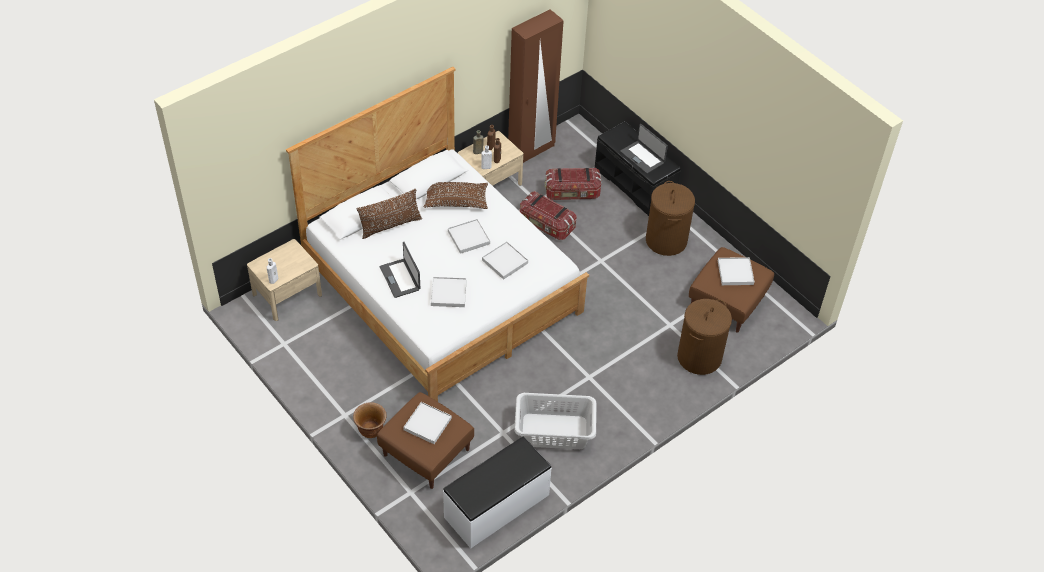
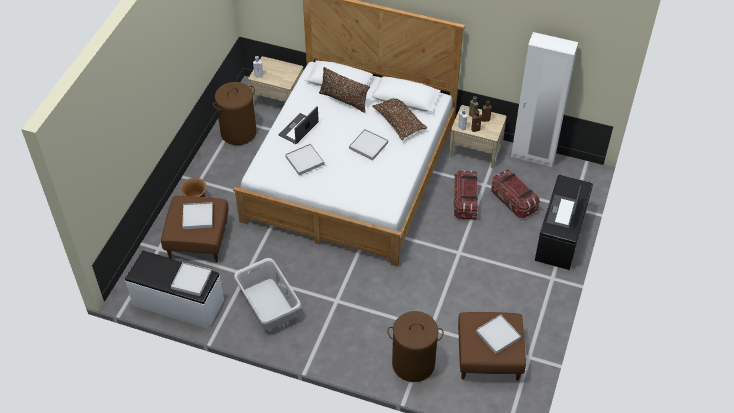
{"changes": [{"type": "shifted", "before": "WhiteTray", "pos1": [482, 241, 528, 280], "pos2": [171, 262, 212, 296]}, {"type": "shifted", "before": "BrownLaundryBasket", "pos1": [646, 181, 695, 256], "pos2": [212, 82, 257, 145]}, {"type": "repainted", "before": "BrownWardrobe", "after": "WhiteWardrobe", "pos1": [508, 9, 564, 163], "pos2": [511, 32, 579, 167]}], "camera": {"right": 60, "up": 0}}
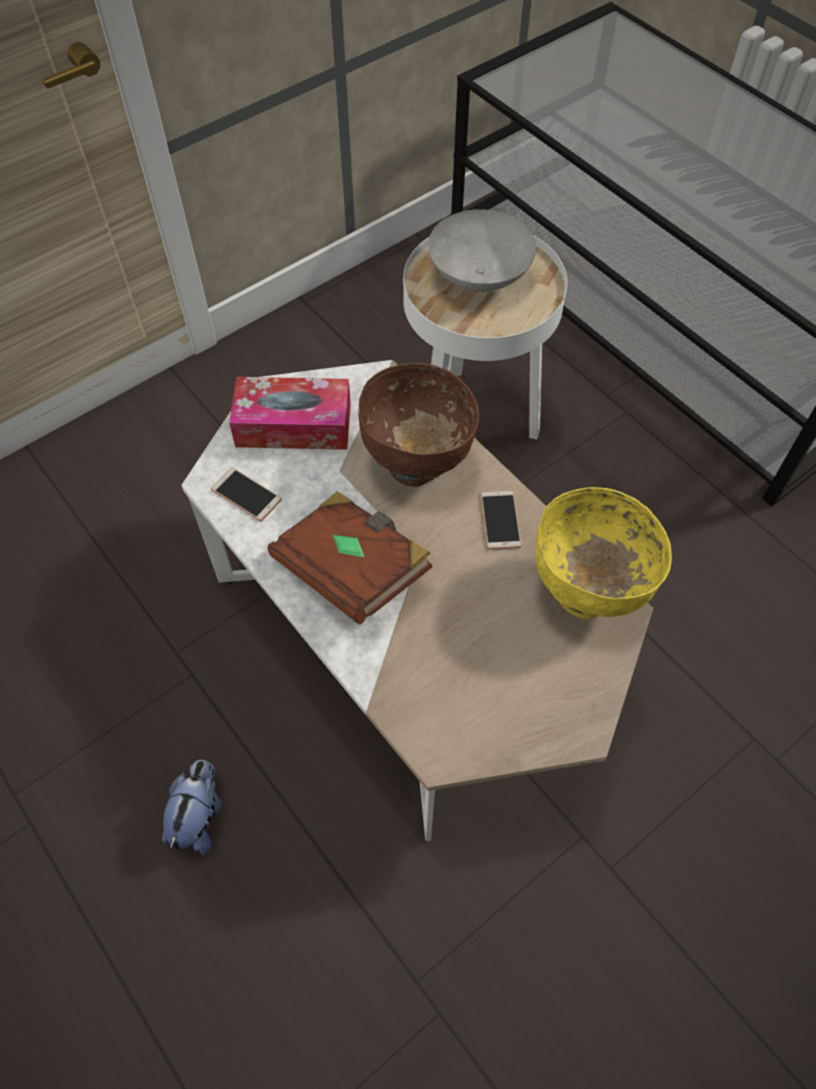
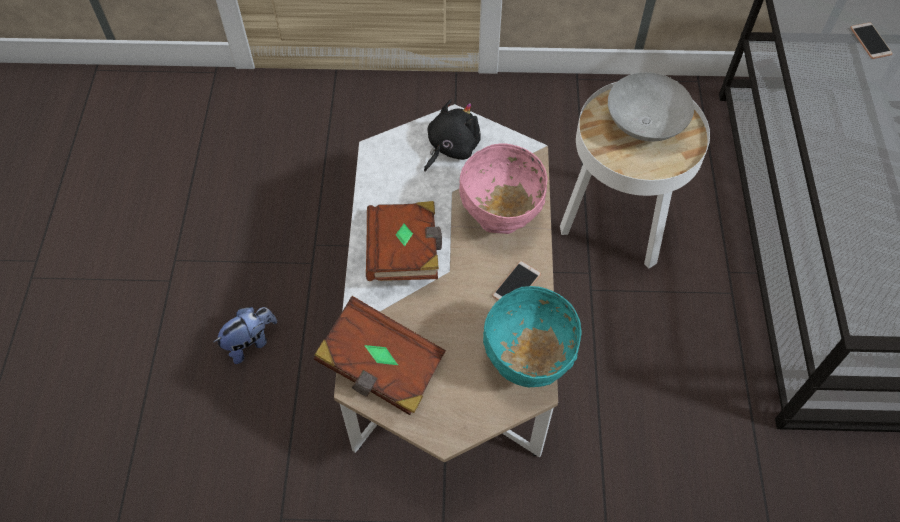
{"changes": [{"type": "new", "after": "BrownBook", "pos2": [314, 296, 446, 415]}, {"type": "shifted", "before": "Phone", "pos1": [211, 468, 282, 521], "pos2": [850, 22, 892, 59]}, {"type": "swapped", "before": "TissueBox", "after": "BlackPlushToy", "pos1": [229, 377, 351, 450], "pos2": [424, 99, 481, 172]}, {"type": "repainted", "before": "BrownBowl", "after": "PinkBowl", "pos1": [359, 363, 479, 487], "pos2": [459, 143, 547, 234]}, {"type": "repainted", "before": "YellowBowl", "after": "TurquoiseBowl", "pos1": [536, 487, 672, 619], "pos2": [483, 286, 581, 387]}], "camera": {"right": 40, "up": 0}}
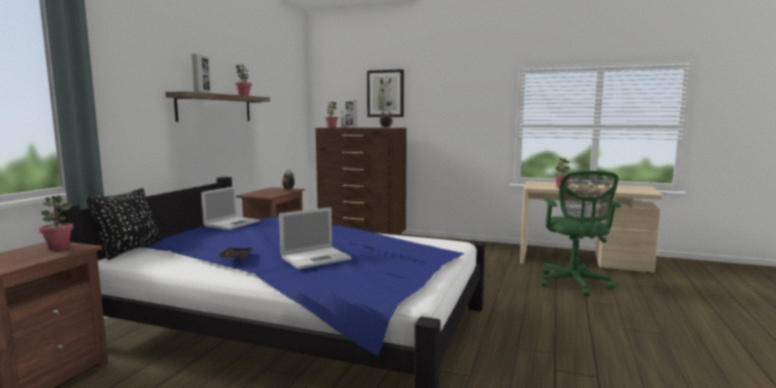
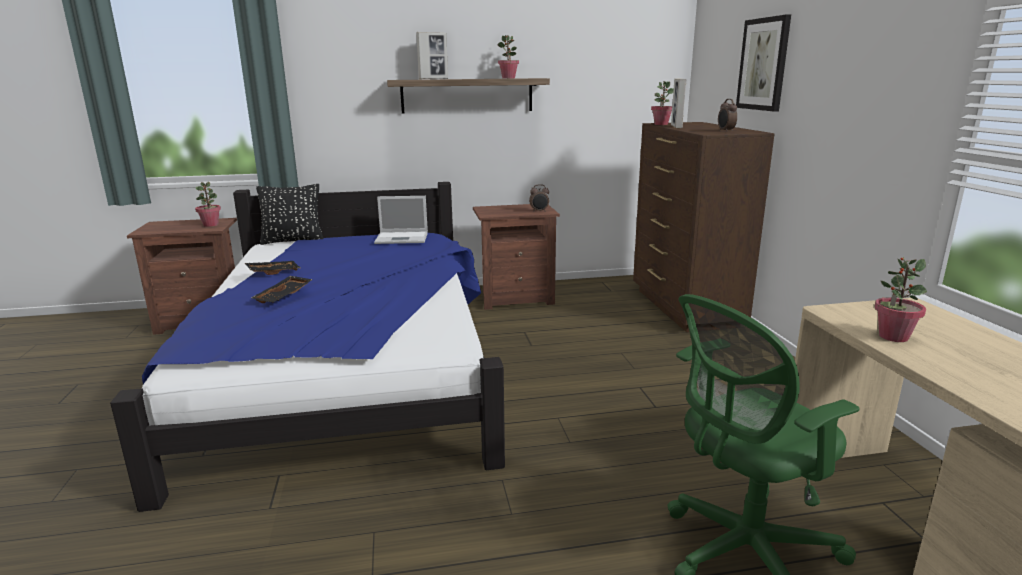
{"changes": [{"type": "swapped", "before": "Laptop", "after": "BlackTray", "pos1": [279, 207, 352, 269], "pos2": [252, 276, 313, 303]}], "camera": {"right": 60, "up": 10}}
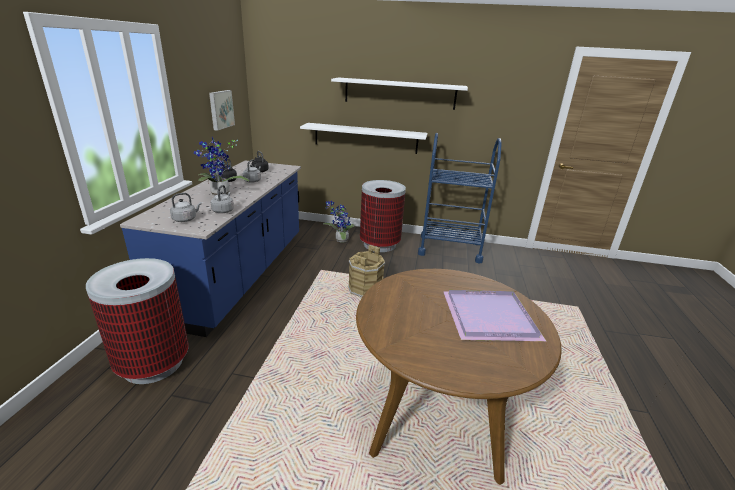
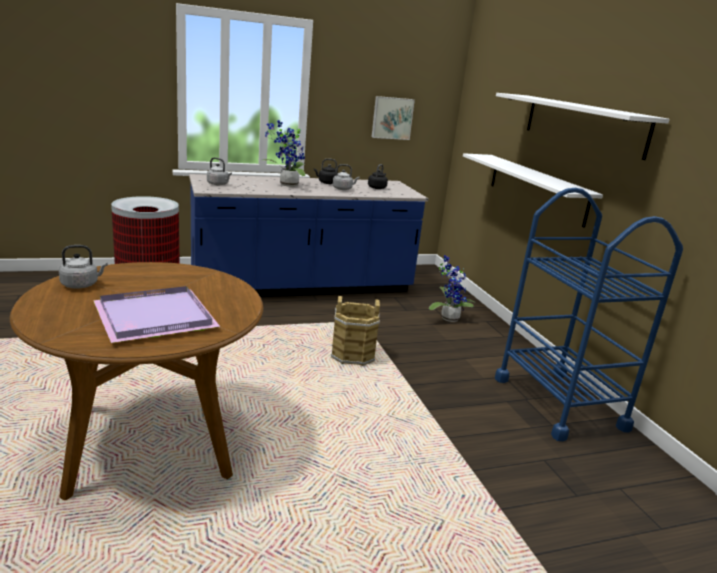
{"changes": [{"type": "gone", "before": "TrashCan", "pos1": [360, 180, 406, 252]}, {"type": "shifted", "before": "GreyKettle", "pos1": [211, 185, 234, 213], "pos2": [59, 245, 108, 289]}], "camera": {"right": 60, "up": -5}}
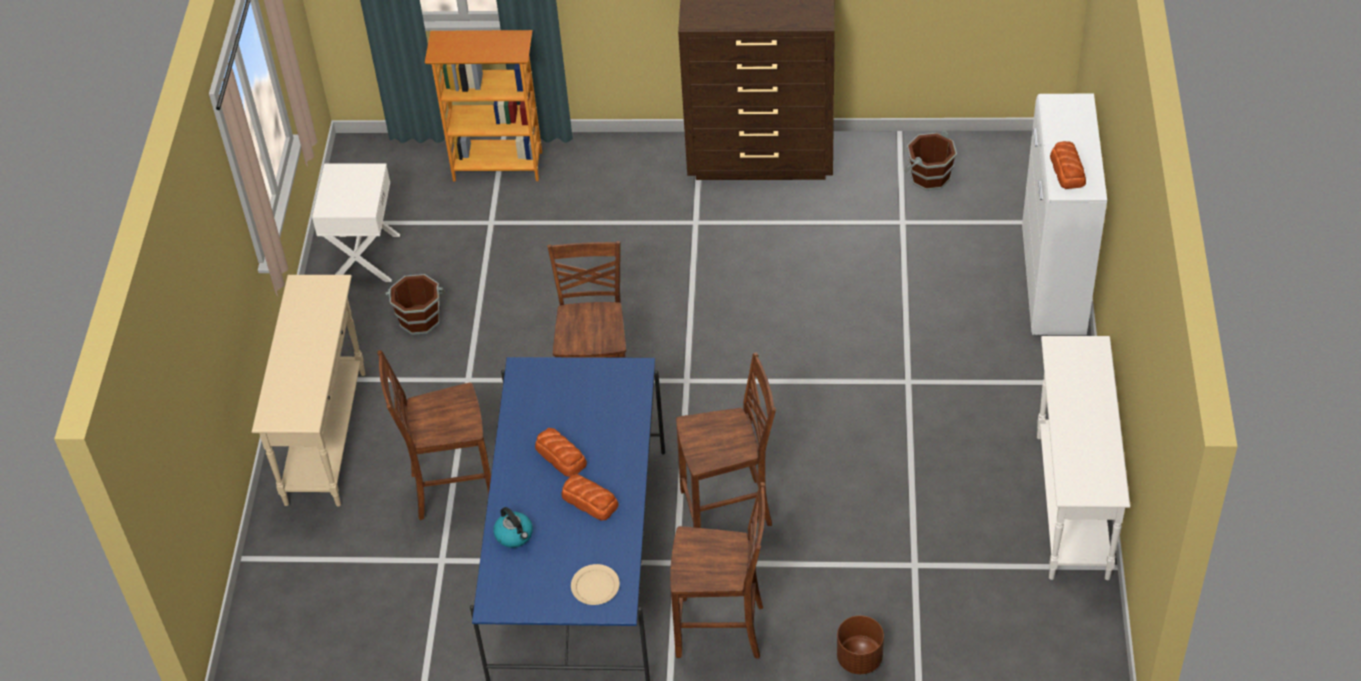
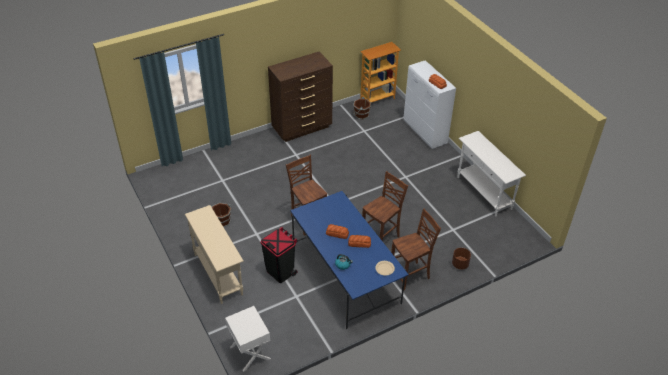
{"changes": [{"type": "shifted", "before": "WhiteNightstand", "pos1": [312, 163, 400, 282], "pos2": [225, 306, 271, 372]}, {"type": "shifted", "before": "Bookcase", "pos1": [425, 30, 542, 181], "pos2": [360, 42, 401, 103]}, {"type": "swapped", "before": "BrownChair", "after": "BlackTrashCan", "pos1": [378, 350, 491, 520], "pos2": [260, 227, 297, 283]}], "camera": {"right": -35, "up": -5}}
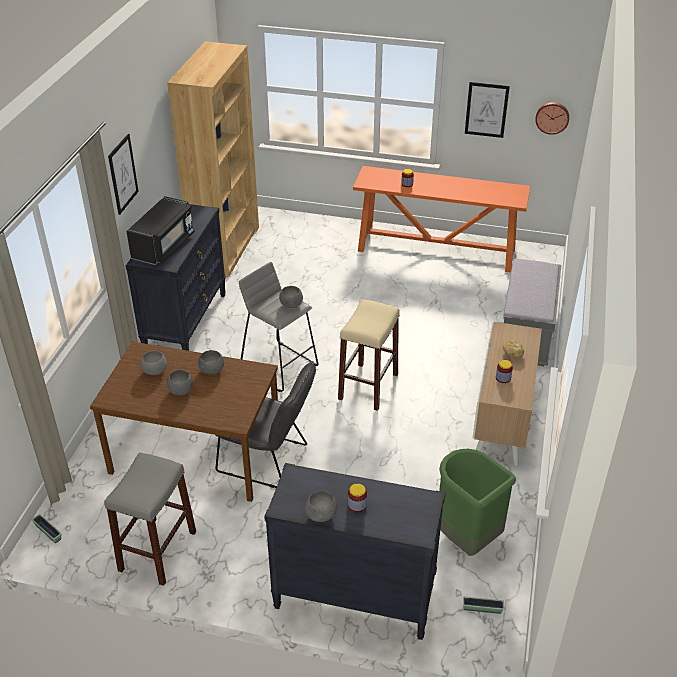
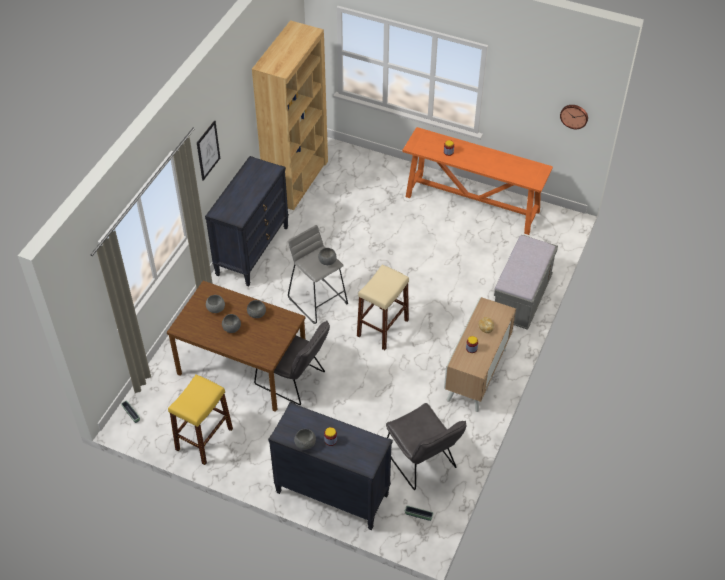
{"changes": [{"type": "gone", "before": "BlackMicrowave", "pos1": [126, 196, 195, 265]}, {"type": "gone", "before": "Picture", "pos1": [465, 82, 510, 138]}, {"type": "swapped", "before": "GreenTrashCan", "after": "GreyChair", "pos1": [439, 449, 516, 556], "pos2": [386, 403, 467, 490]}, {"type": "repainted", "before": "GreyStool", "after": "YellowStool", "pos1": [104, 452, 196, 586], "pos2": [168, 374, 233, 465]}], "camera": {"right": 10, "up": 10}}
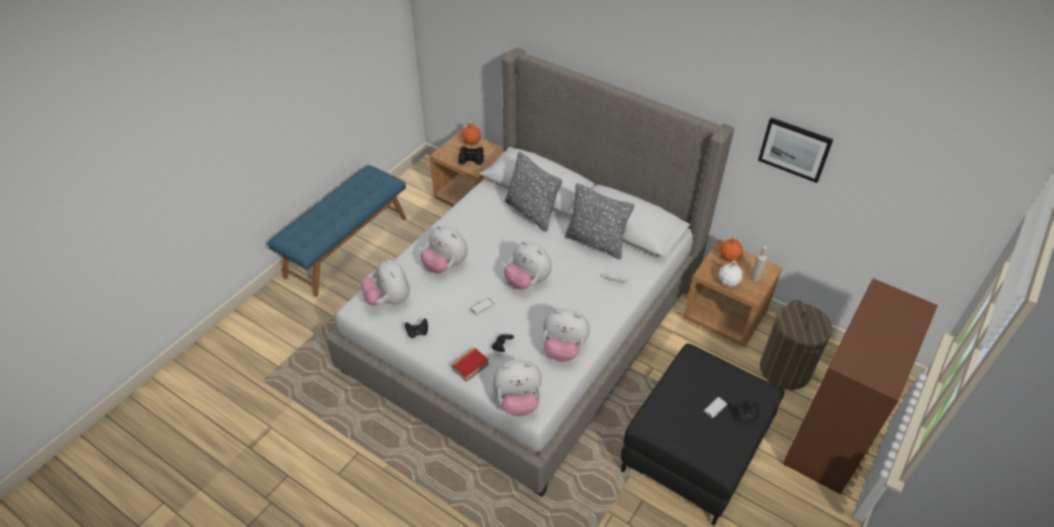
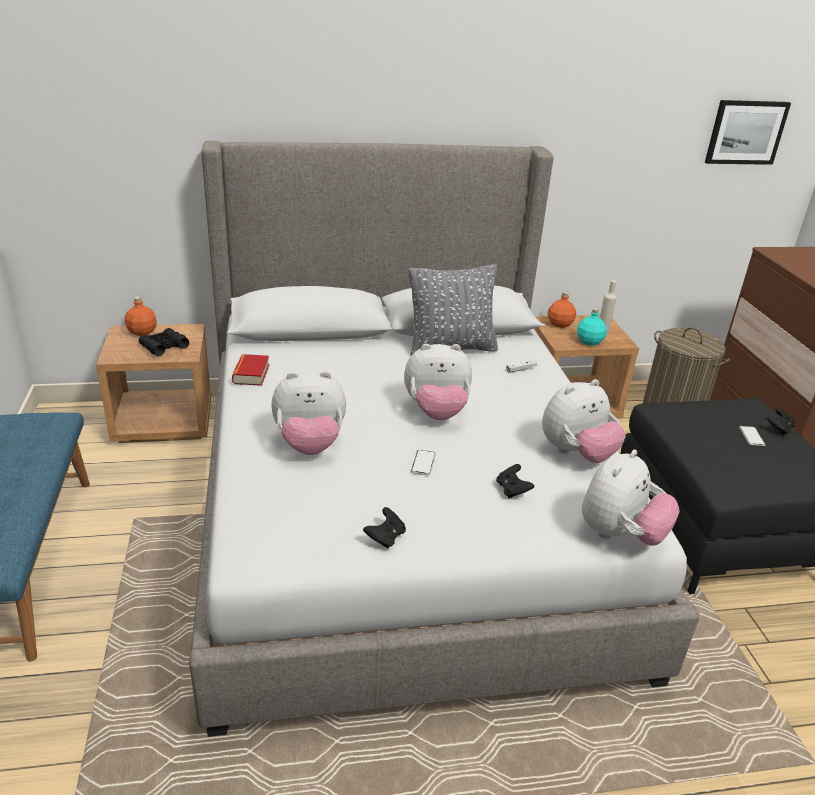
{"changes": [{"type": "gone", "before": "PlushToy", "pos1": [361, 259, 410, 305]}, {"type": "gone", "before": "GreyPillow", "pos1": [505, 152, 562, 232]}, {"type": "shifted", "before": "Book", "pos1": [452, 348, 489, 382], "pos2": [232, 354, 269, 386]}, {"type": "shifted", "before": "Picture", "pos1": [758, 117, 833, 183], "pos2": [705, 100, 791, 165]}, {"type": "repainted", "before": "WhiteBottle", "after": "TurquoiseBottle", "pos1": [719, 260, 742, 287], "pos2": [577, 308, 607, 346]}], "camera": {"right": -45, "up": -15}}
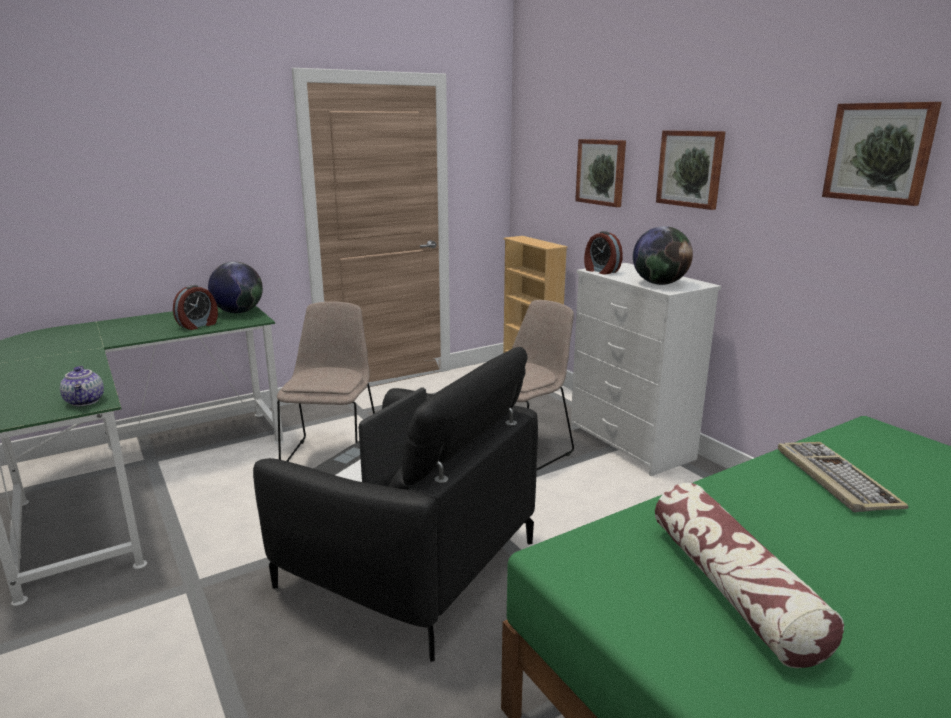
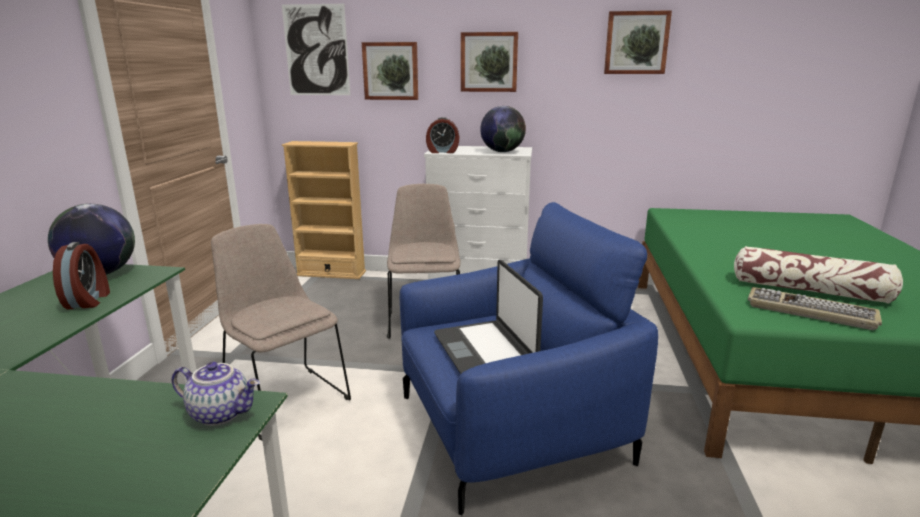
{"changes": [{"type": "new", "after": "Picture", "pos2": [282, 4, 350, 95]}, {"type": "shifted", "before": "Keyboard", "pos1": [778, 442, 908, 512], "pos2": [748, 287, 882, 330]}, {"type": "repainted", "before": "BlackArmchair", "after": "BlueArmchair", "pos1": [253, 347, 538, 662], "pos2": [400, 202, 658, 516]}], "camera": {"right": -50, "up": 0}}
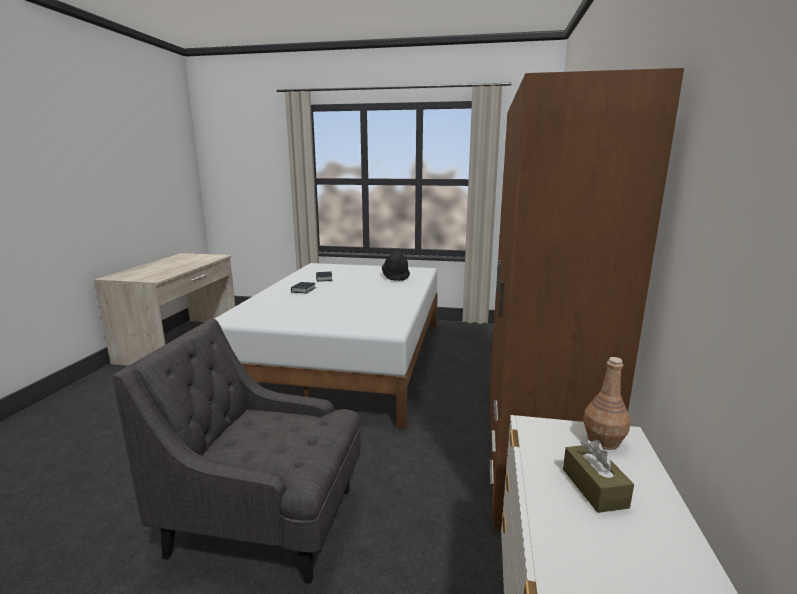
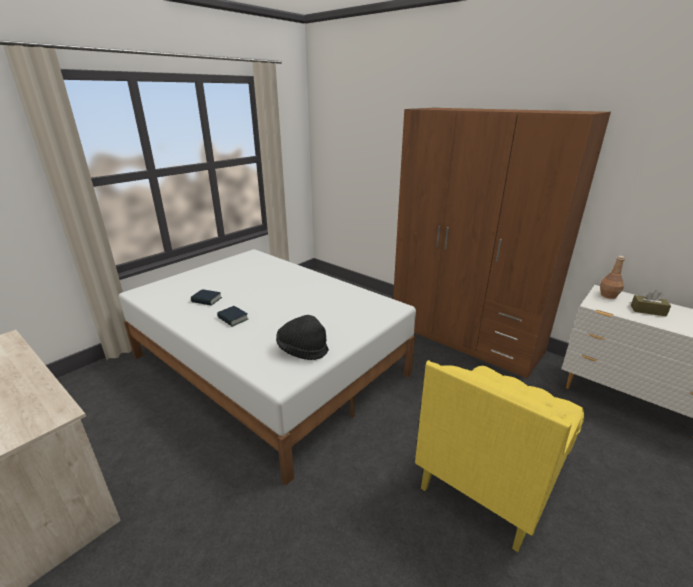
{"changes": [{"type": "shifted", "before": "BlackHat", "pos1": [382, 251, 410, 281], "pos2": [276, 315, 329, 360]}, {"type": "repainted", "before": "GreyArmchair", "after": "YellowArmchair", "pos1": [112, 319, 361, 584], "pos2": [415, 360, 584, 552]}], "camera": {"right": -60, "up": 10}}
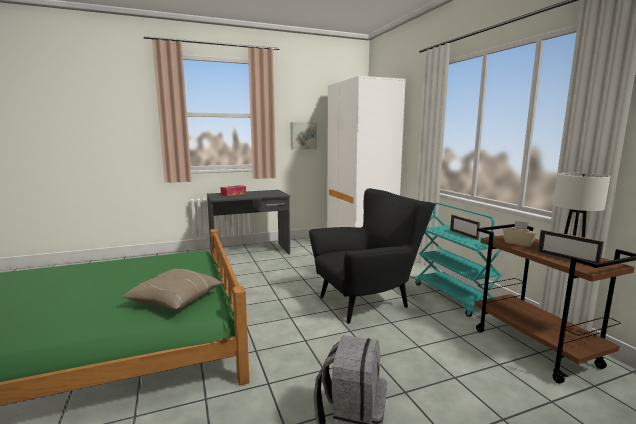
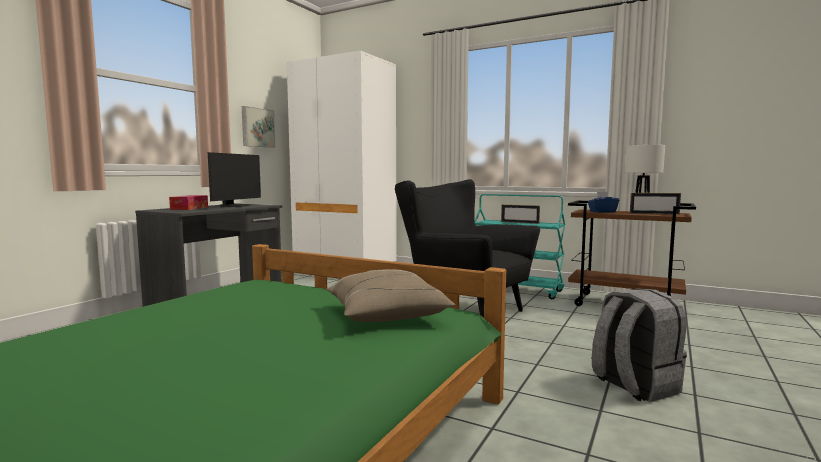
{"changes": [{"type": "new", "after": "Monitor", "pos2": [208, 152, 261, 207]}, {"type": "repainted", "before": "BeigeTissueBox", "after": "BlueTissueBox", "pos1": [503, 221, 537, 247], "pos2": [588, 192, 619, 213]}, {"type": "rotated", "before": "BlackArmchair", "pos1": [309, 188, 435, 324], "pos2": [395, 179, 540, 317], "turn": -75}], "camera": {"right": -40, "up": -5}}
